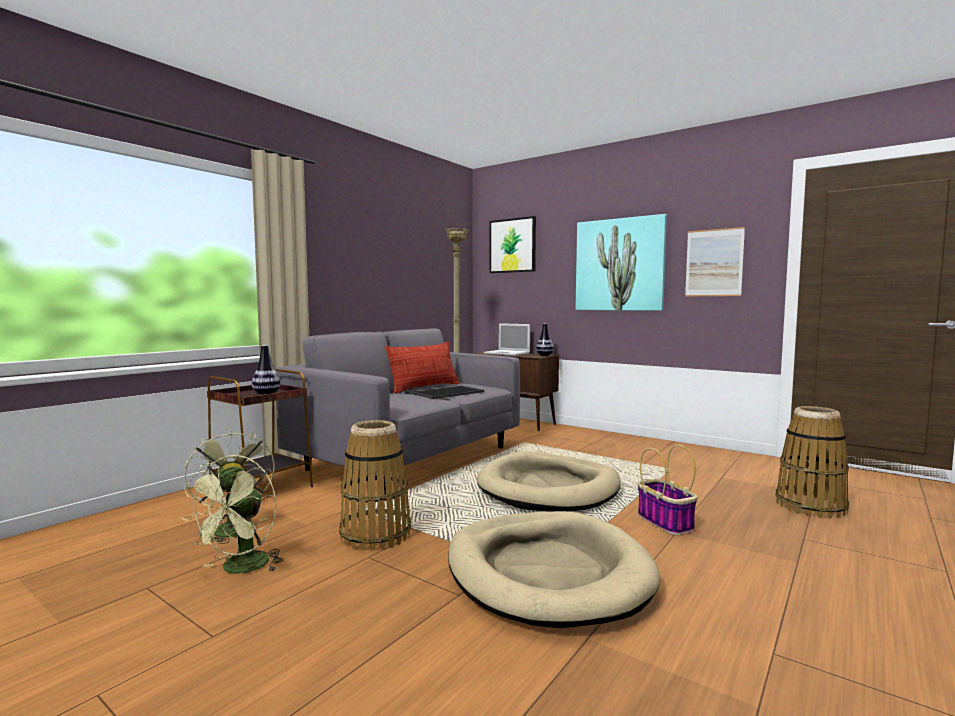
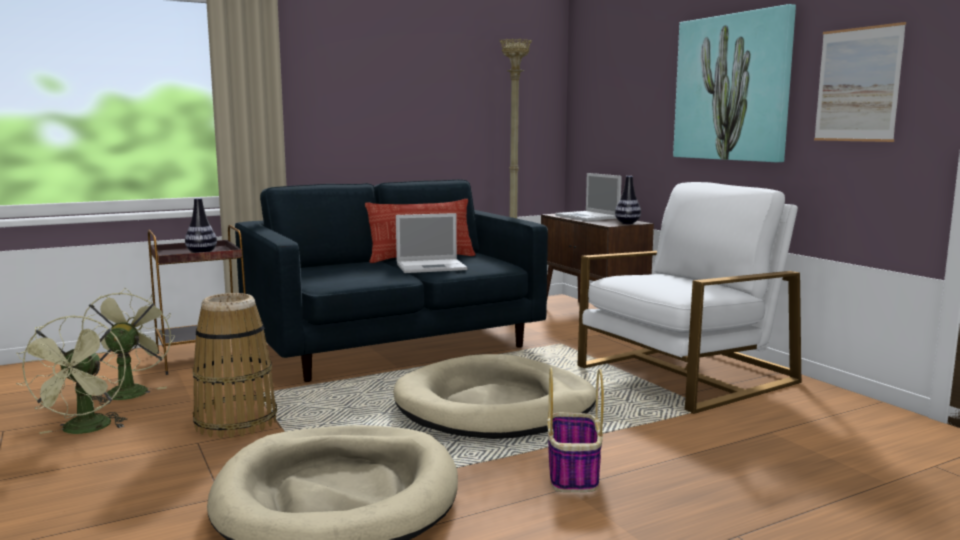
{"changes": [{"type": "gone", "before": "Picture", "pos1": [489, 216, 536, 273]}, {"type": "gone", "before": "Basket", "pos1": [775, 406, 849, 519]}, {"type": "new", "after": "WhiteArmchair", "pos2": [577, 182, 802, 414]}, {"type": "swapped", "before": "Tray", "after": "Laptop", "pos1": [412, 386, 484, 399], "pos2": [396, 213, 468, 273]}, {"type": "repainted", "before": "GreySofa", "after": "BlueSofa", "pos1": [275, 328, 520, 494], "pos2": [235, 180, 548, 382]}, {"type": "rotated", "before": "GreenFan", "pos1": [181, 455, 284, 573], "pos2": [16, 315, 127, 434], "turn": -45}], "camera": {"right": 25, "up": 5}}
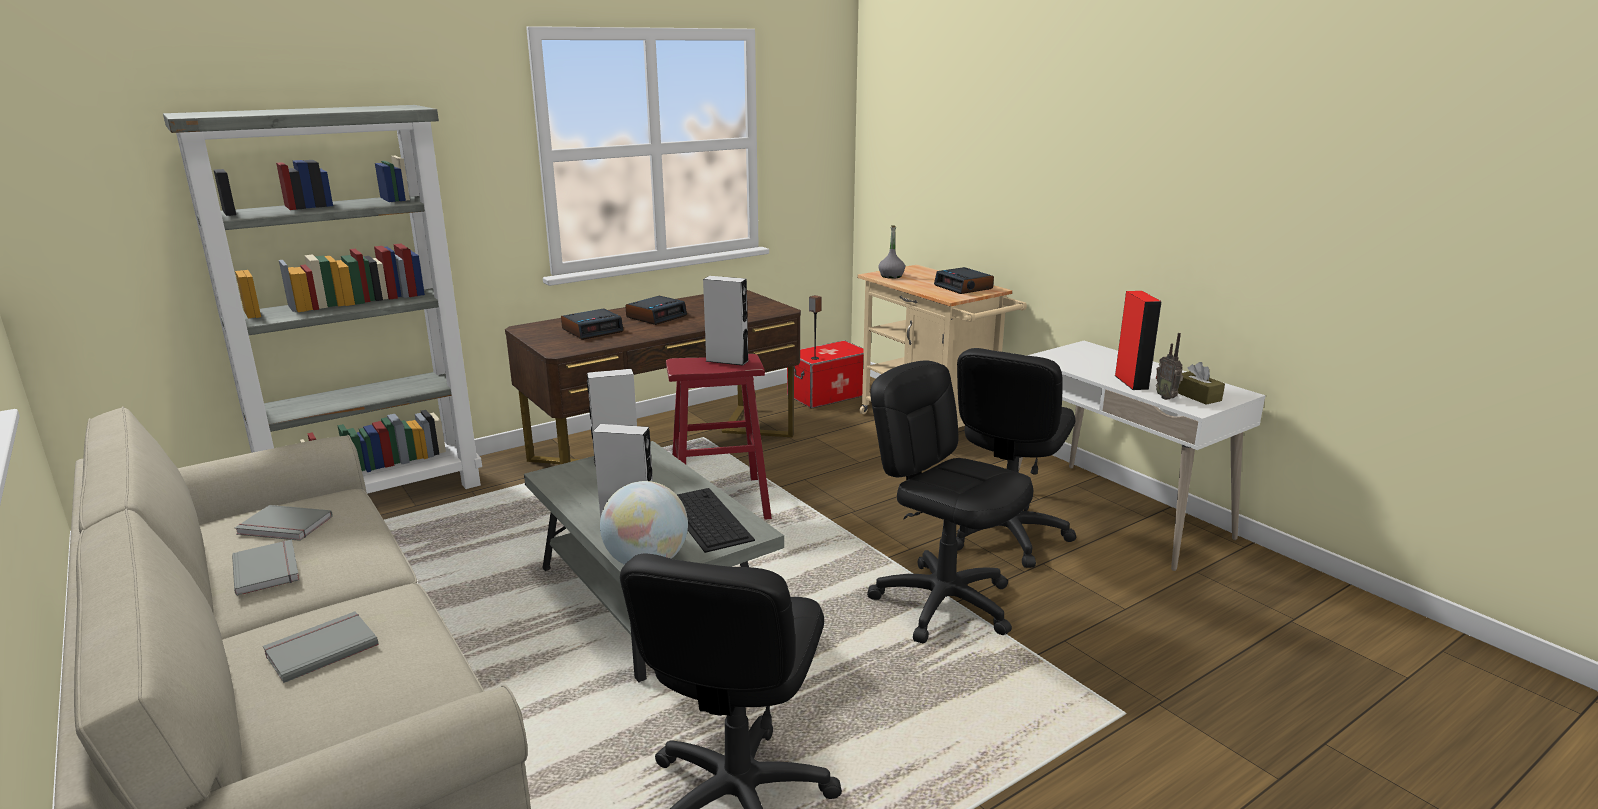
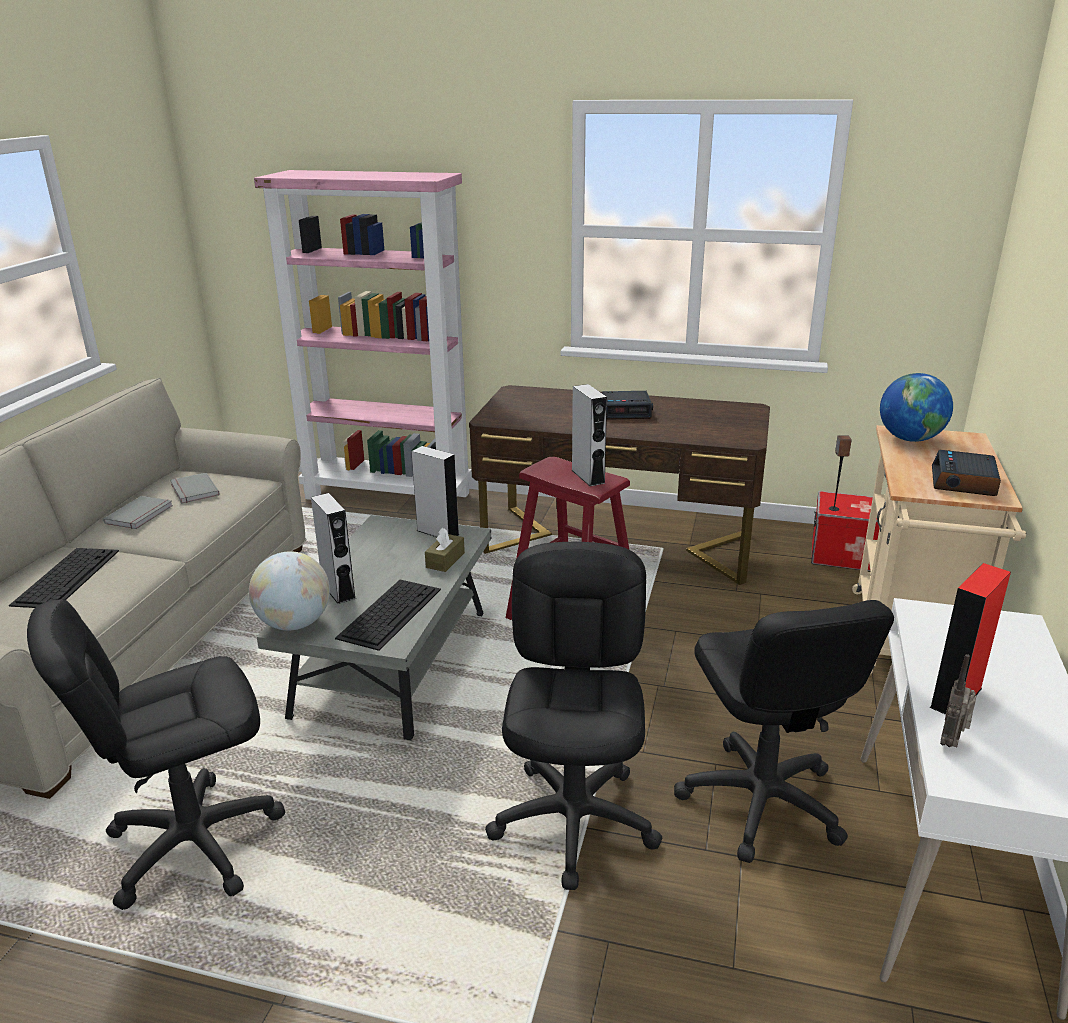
{"changes": [{"type": "gone", "before": "AlarmClock", "pos1": [561, 308, 624, 340]}, {"type": "shifted", "before": "BrownTissueBox", "pos1": [1178, 362, 1225, 405], "pos2": [425, 528, 465, 572]}, {"type": "swapped", "before": "GreyBook", "after": "Keyboard", "pos1": [263, 612, 379, 683], "pos2": [9, 548, 119, 608]}, {"type": "swapped", "before": "GreyBottle", "after": "Globe", "pos1": [878, 225, 905, 279], "pos2": [880, 373, 953, 442]}, {"type": "repainted", "before": "GreyBookcase", "after": "PinkBookcase", "pos1": [163, 105, 482, 494], "pos2": [254, 170, 472, 500]}, {"type": "rotated", "before": "BlackOfficeChair", "pos1": [956, 348, 1076, 568], "pos2": [674, 600, 894, 863], "turn": -90}], "camera": {"right": 50, "up": 5}}
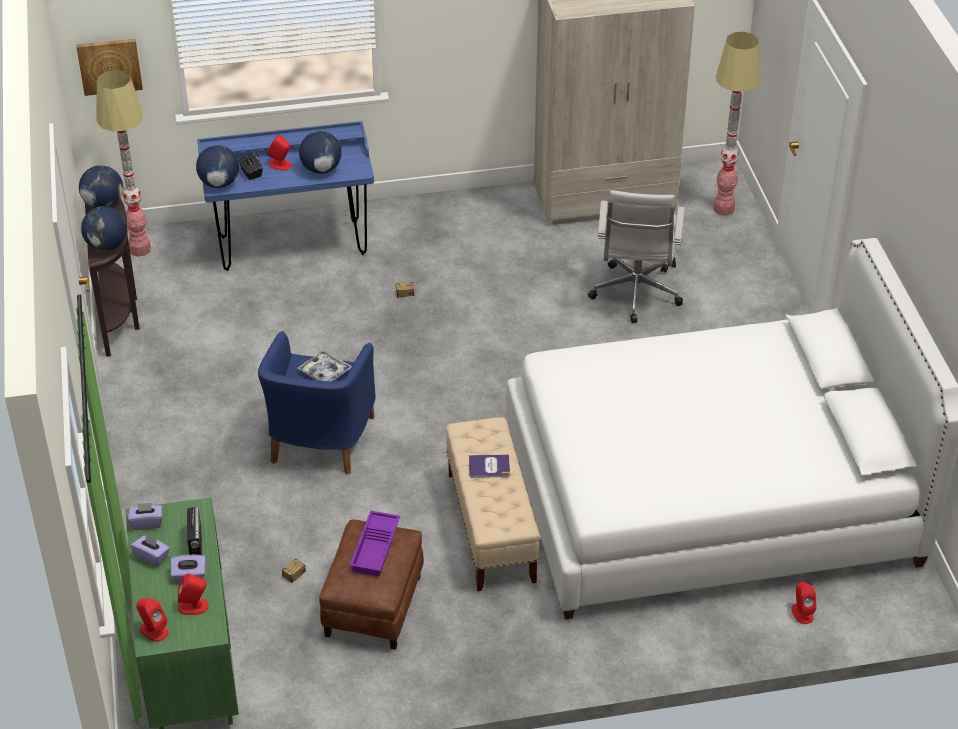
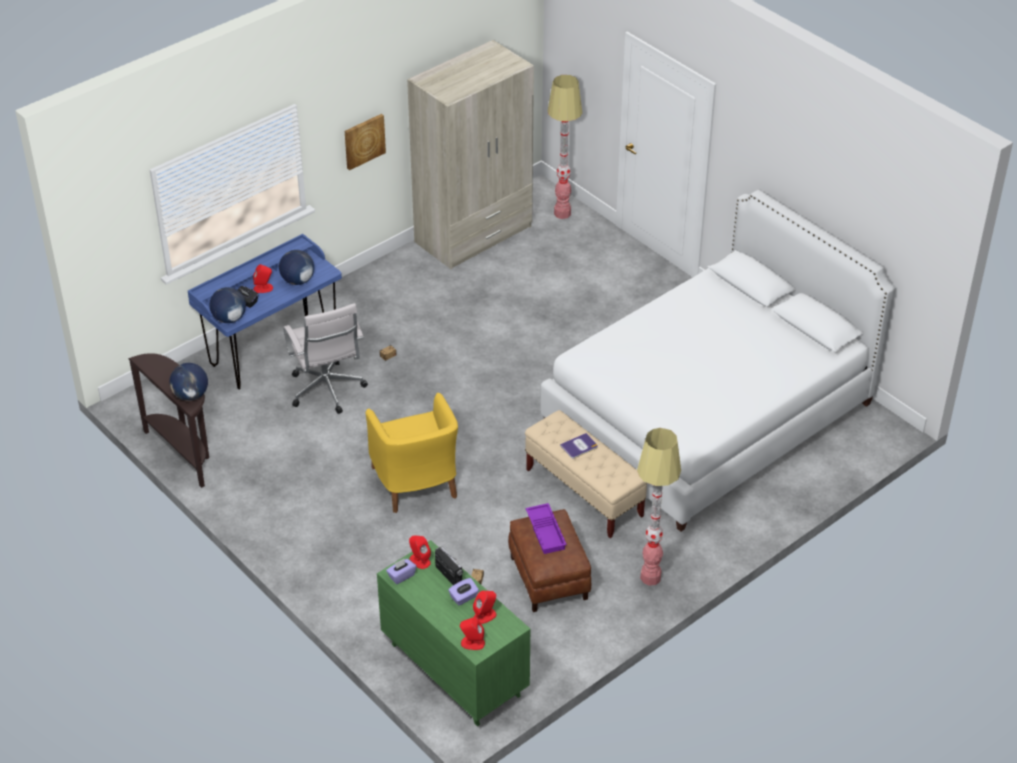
{"changes": [{"type": "gone", "before": "Globe", "pos1": [79, 165, 123, 208]}, {"type": "gone", "before": "PurpleTissueBox", "pos1": [131, 534, 170, 567]}, {"type": "gone", "before": "Tray", "pos1": [298, 350, 352, 382]}, {"type": "shifted", "before": "Picture", "pos1": [76, 39, 143, 96], "pos2": [345, 114, 386, 170]}, {"type": "shifted", "before": "FloorLamp", "pos1": [97, 70, 151, 257], "pos2": [637, 428, 681, 586]}, {"type": "shifted", "before": "WhiteOfficeChair", "pos1": [588, 190, 685, 323], "pos2": [283, 303, 368, 414]}, {"type": "shifted", "before": "RedSpeaker", "pos1": [791, 582, 816, 624], "pos2": [409, 535, 431, 569]}, {"type": "repainted", "before": "BlueArmchair", "after": "YellowArmchair", "pos1": [258, 331, 376, 474], "pos2": [365, 393, 458, 513]}], "camera": {"right": -30, "up": 0}}
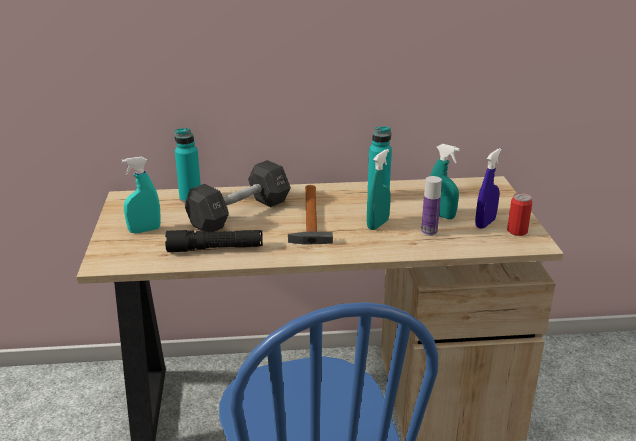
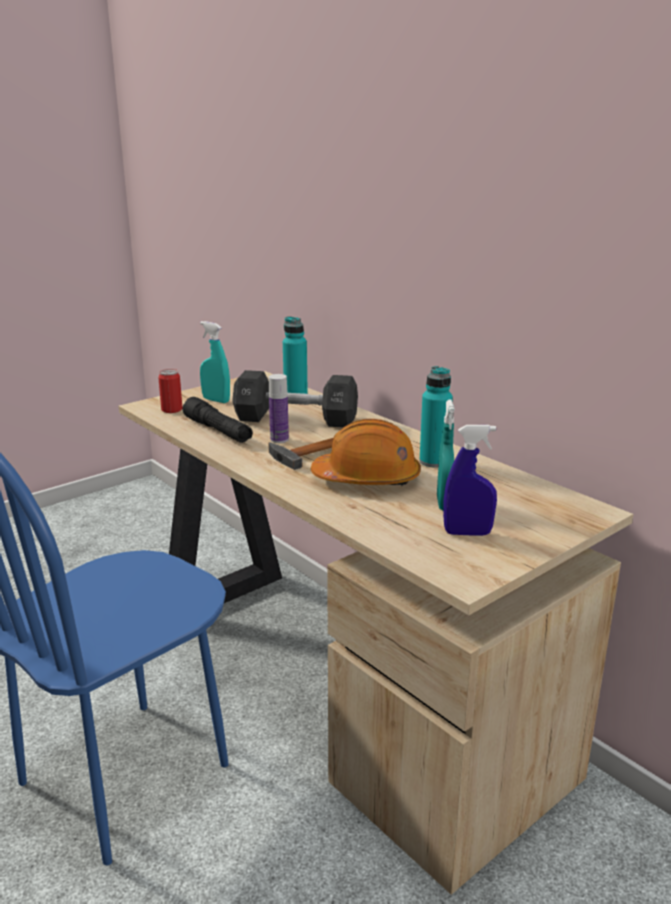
{"changes": [{"type": "shifted", "before": "Bottle", "pos1": [421, 176, 442, 236], "pos2": [269, 374, 289, 443]}, {"type": "shifted", "before": "Can", "pos1": [507, 193, 532, 236], "pos2": [158, 369, 183, 413]}, {"type": "swapped", "before": "TurquoiseSprayBottle", "after": "OrangeHardHat", "pos1": [367, 149, 391, 230], "pos2": [311, 419, 421, 486]}], "camera": {"right": 55, "up": -5}}
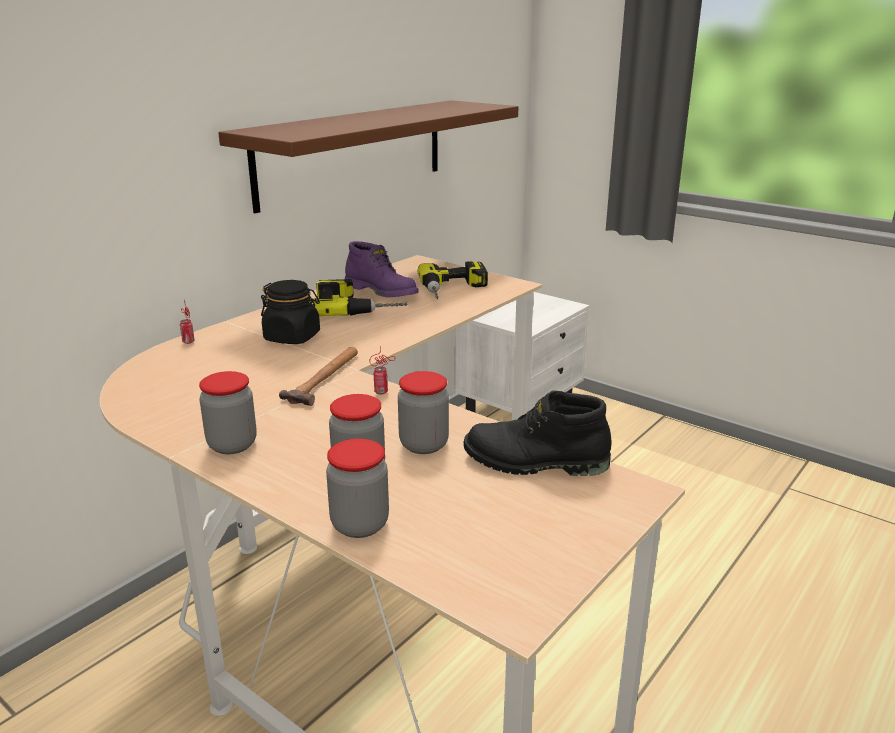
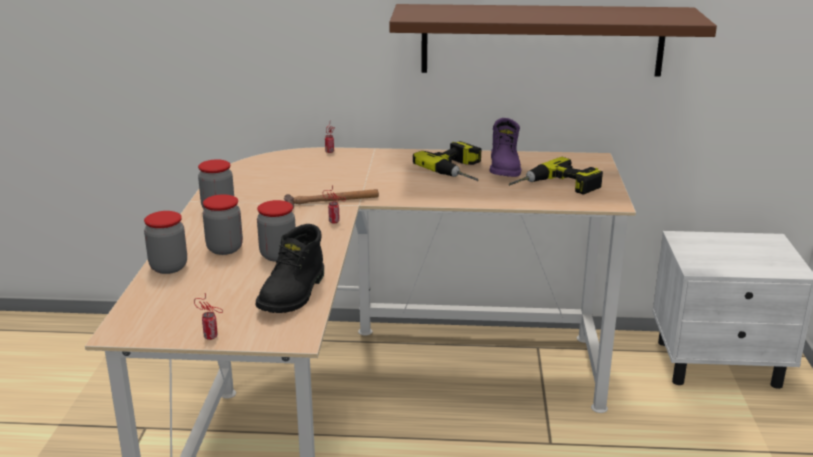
{"changes": [{"type": "gone", "before": "BlackJar", "pos1": [261, 280, 320, 344]}, {"type": "new", "after": "Can", "pos2": [194, 293, 223, 340]}, {"type": "rotated", "before": "BlackBoot", "pos1": [463, 391, 612, 476], "pos2": [256, 224, 324, 313], "turn": -135}], "camera": {"right": 55, "up": 0}}
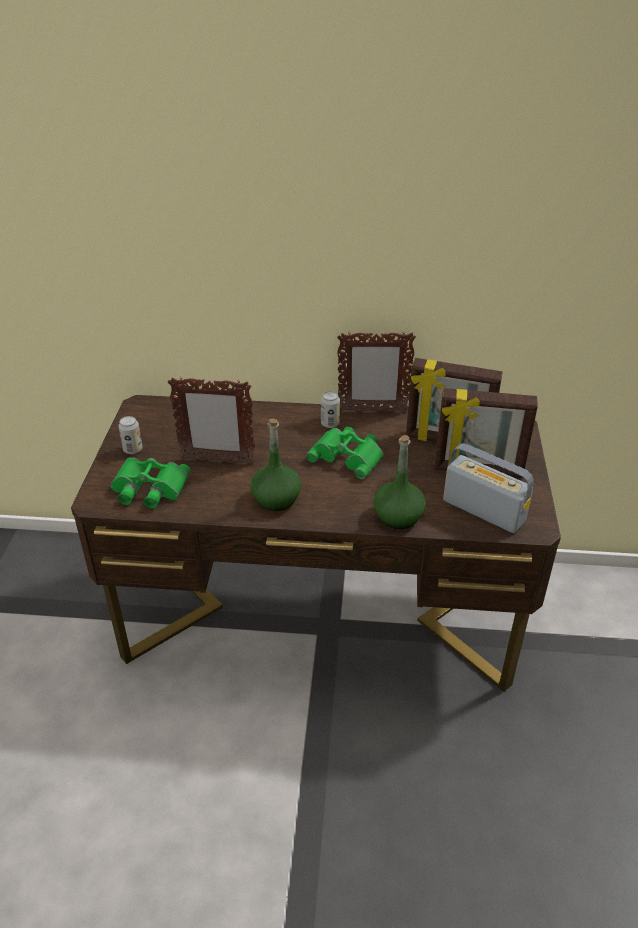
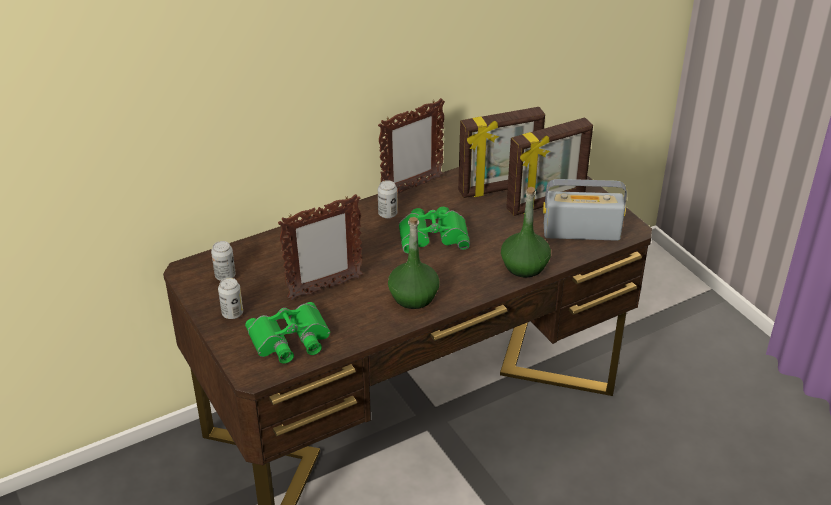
{"changes": [{"type": "new", "after": "Can", "pos2": [211, 241, 236, 281]}], "camera": {"right": -35, "up": 0}}
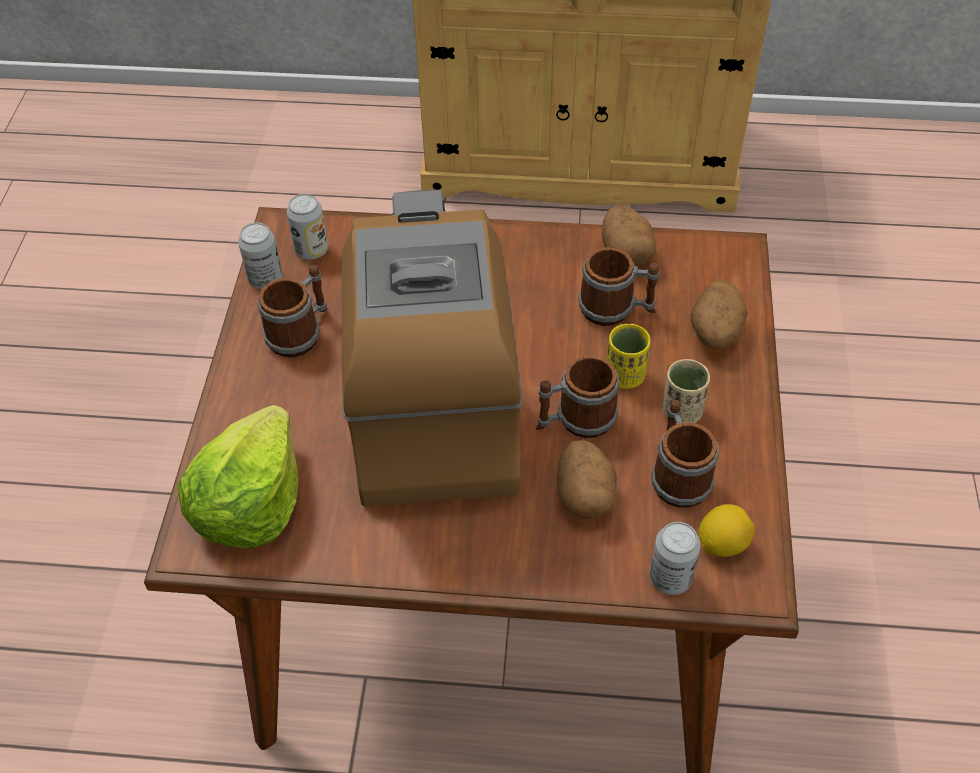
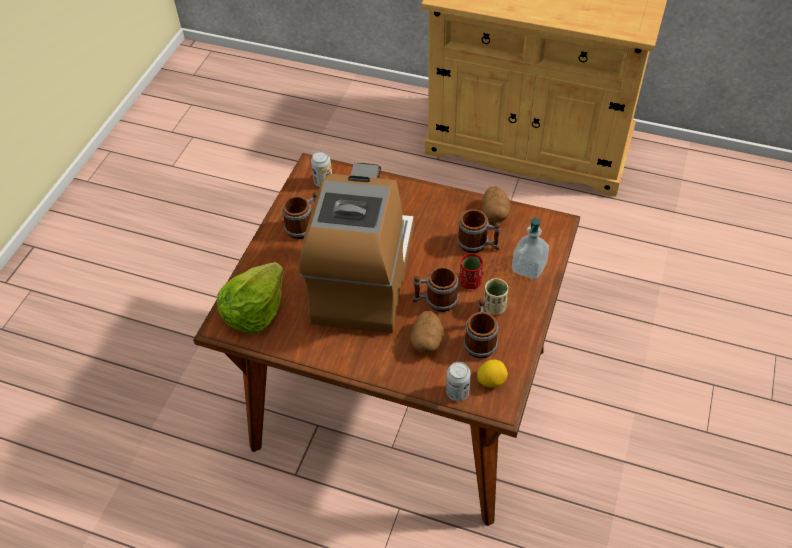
{"changes": [{"type": "gone", "before": "Can", "pos1": [238, 223, 282, 289]}, {"type": "swapped", "before": "Potato", "after": "SoapDispenser", "pos1": [690, 281, 748, 349], "pos2": [512, 218, 549, 279]}, {"type": "repainted", "before": "YellowCup", "after": "RedCup", "pos1": [607, 324, 650, 389], "pos2": [459, 253, 483, 289]}], "camera": {"right": 15, "up": 0}}
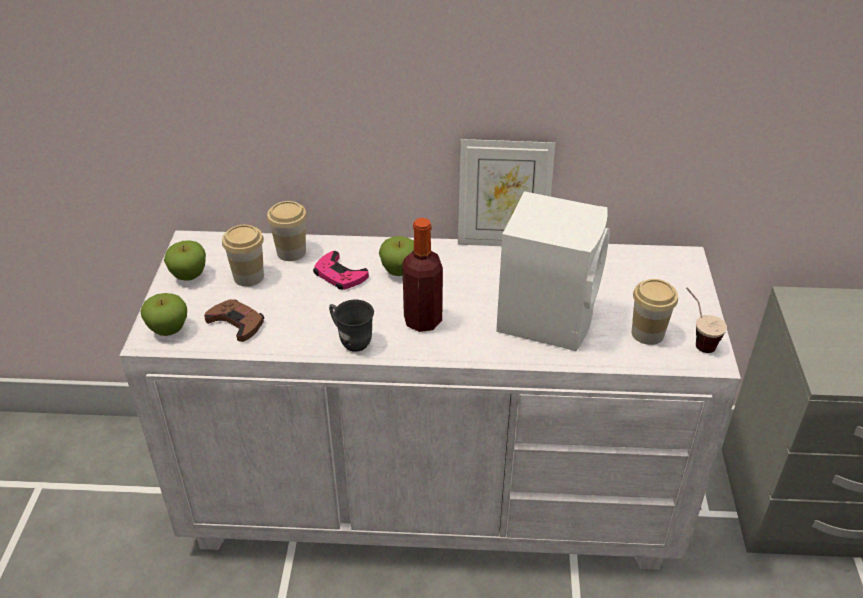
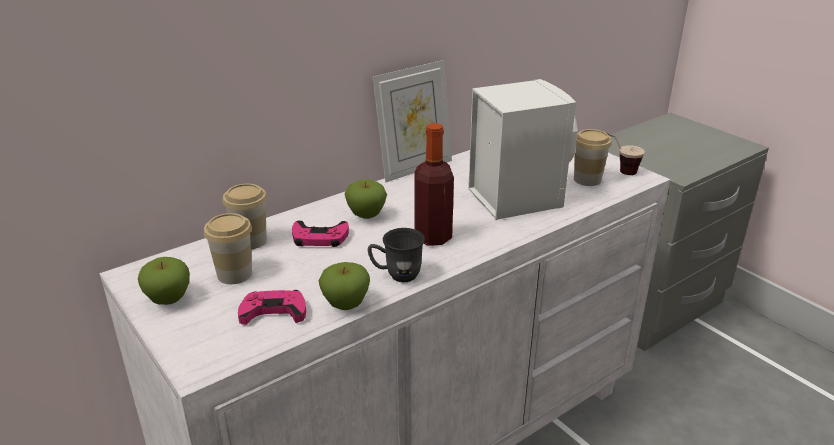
{"changes": [{"type": "shifted", "before": "Apple", "pos1": [140, 293, 187, 336], "pos2": [319, 262, 370, 310]}, {"type": "repainted", "before": "BrownGameController", "after": "PinkGameController", "pos1": [204, 299, 264, 342], "pos2": [238, 290, 306, 325]}], "camera": {"right": -40, "up": -10}}
